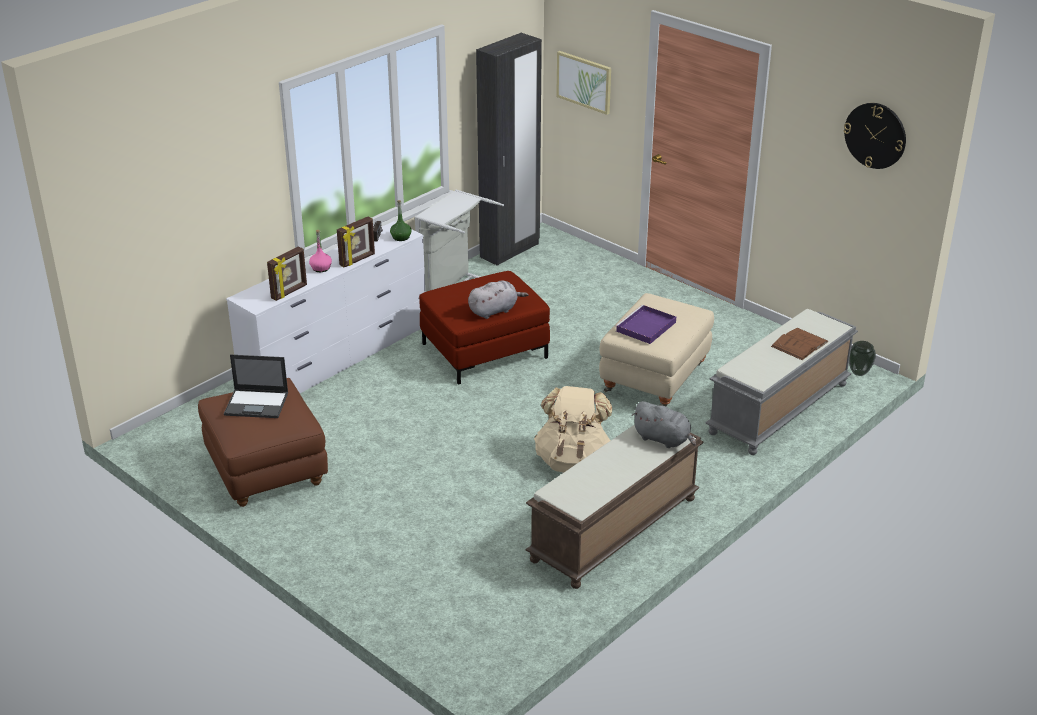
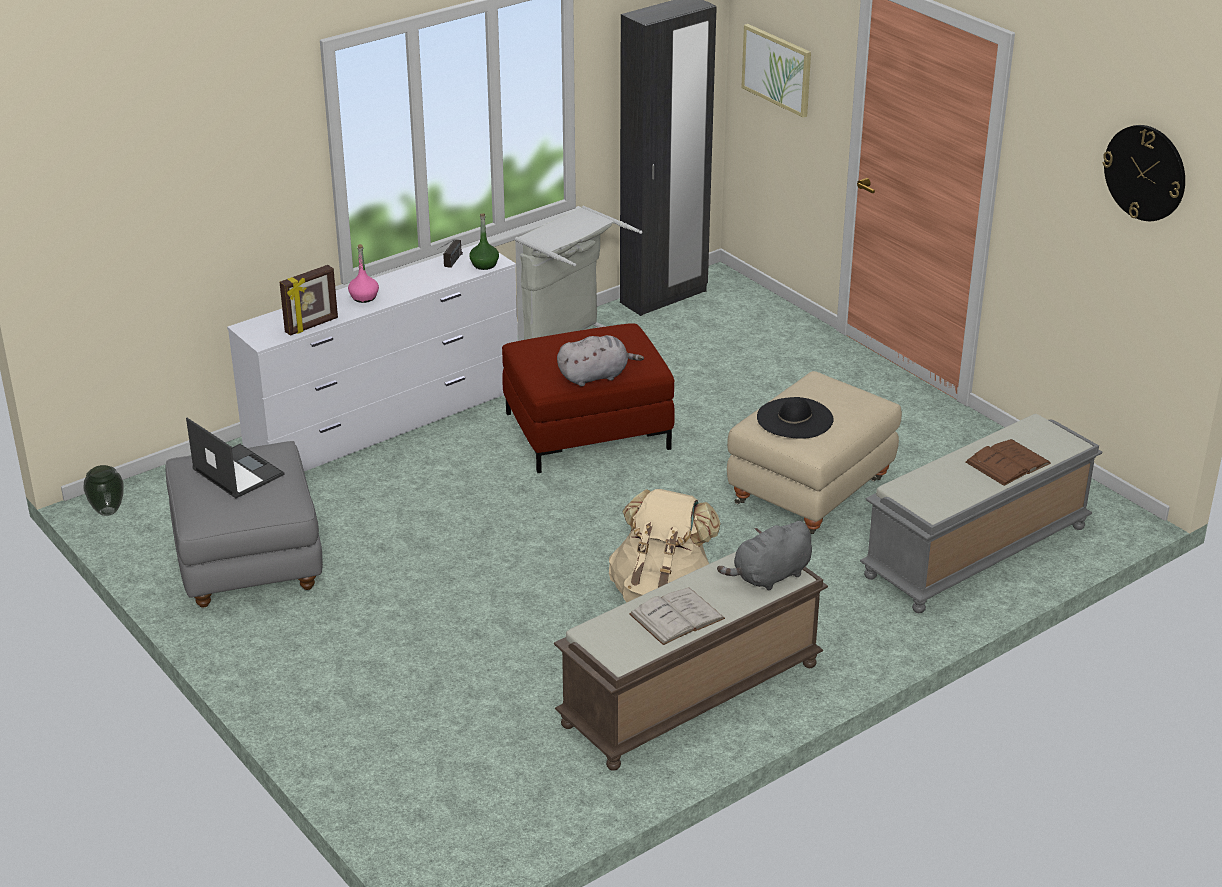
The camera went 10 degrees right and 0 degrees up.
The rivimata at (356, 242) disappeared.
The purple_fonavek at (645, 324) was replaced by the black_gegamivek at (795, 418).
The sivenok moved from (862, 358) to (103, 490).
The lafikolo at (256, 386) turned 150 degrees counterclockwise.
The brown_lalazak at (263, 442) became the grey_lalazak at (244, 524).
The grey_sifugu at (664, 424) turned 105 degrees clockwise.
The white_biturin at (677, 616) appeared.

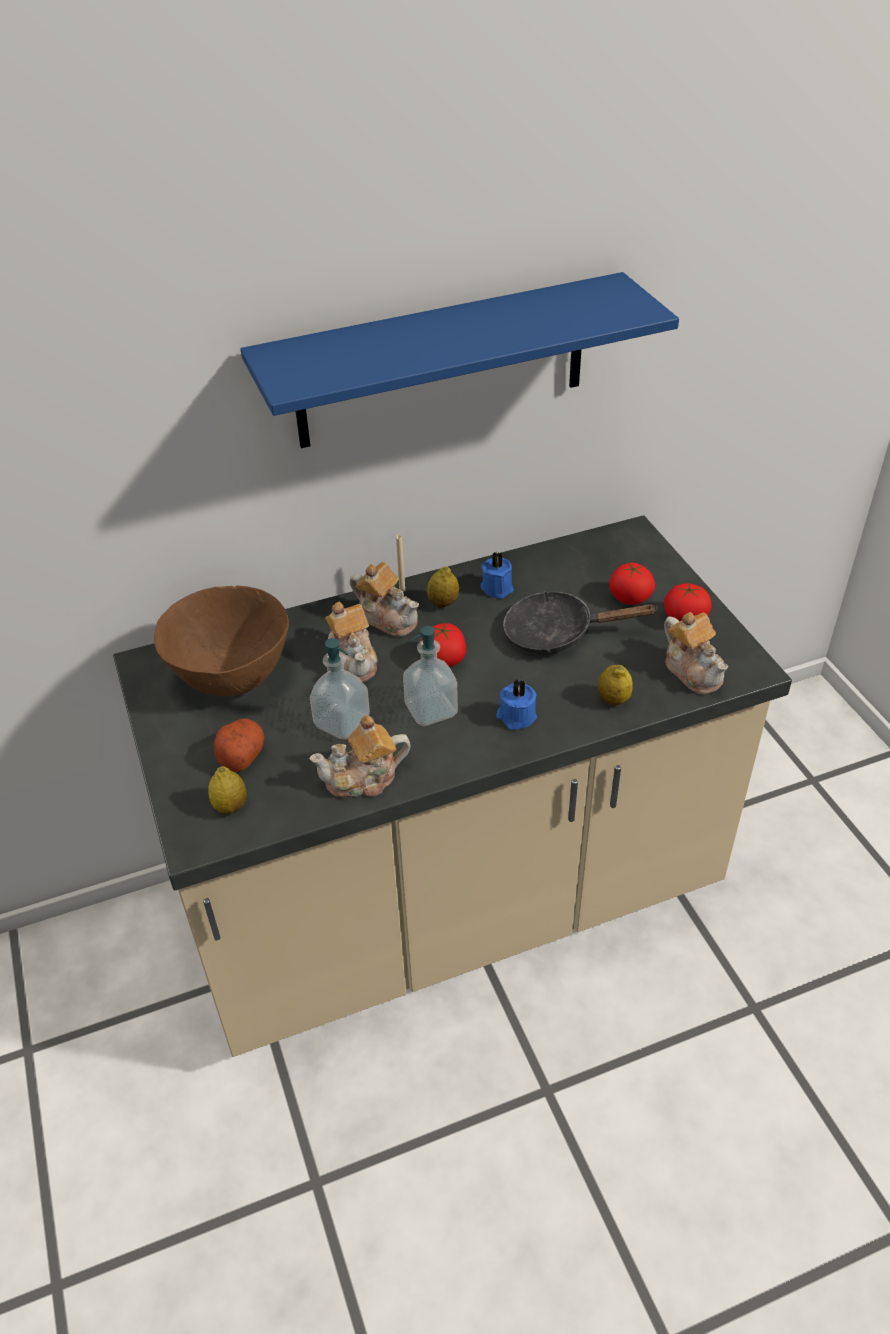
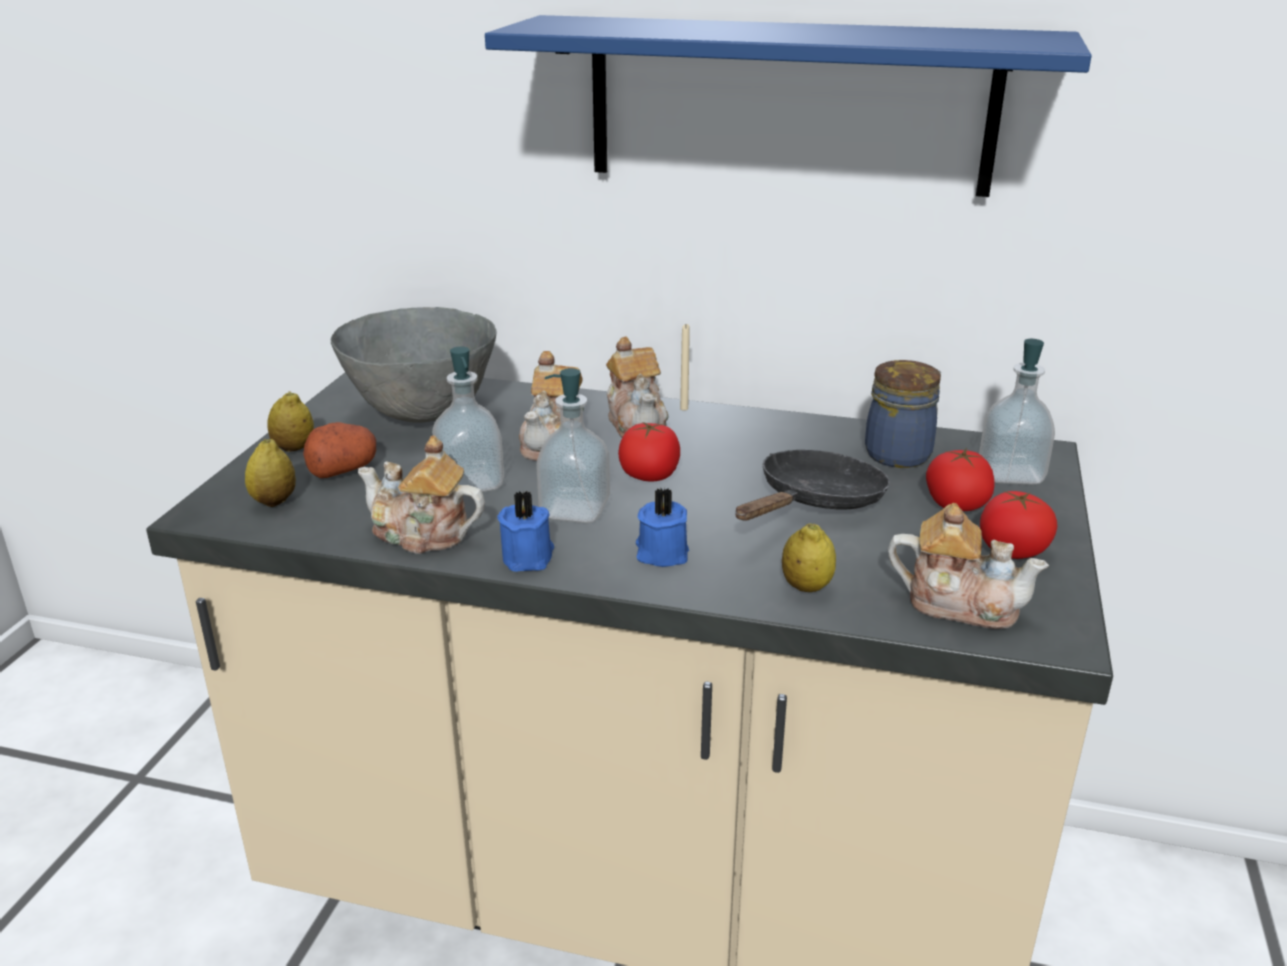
The camera went 35 degrees right and 15 degrees down.
The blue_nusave moved from (497, 575) to (525, 531).
The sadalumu moved from (443, 587) to (290, 421).
The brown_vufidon at (221, 641) became the grey_vufidon at (413, 365).
The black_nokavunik at (580, 622) turned 90 degrees clockwise.
The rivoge at (696, 653) turned 75 degrees counterclockwise.
The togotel at (1017, 412) appeared.
The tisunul at (903, 414) appeared.

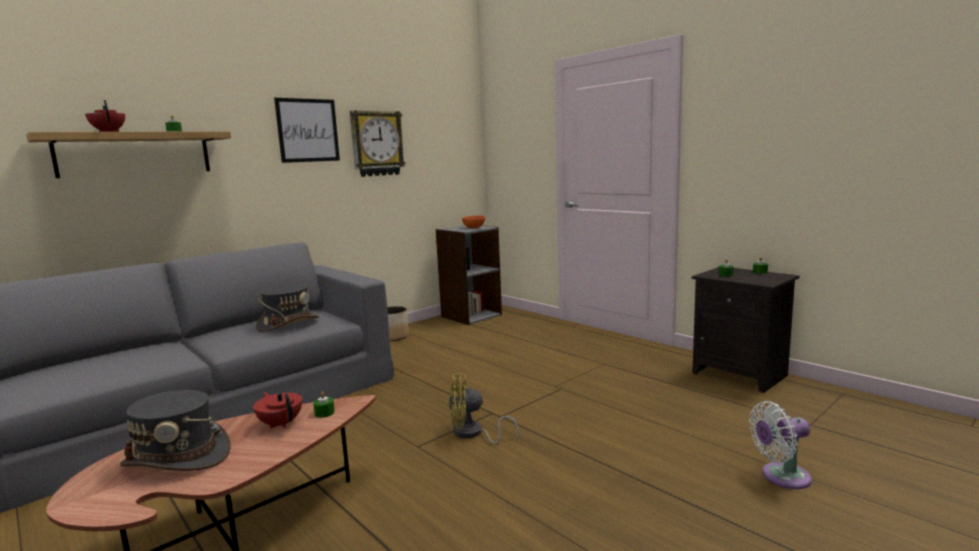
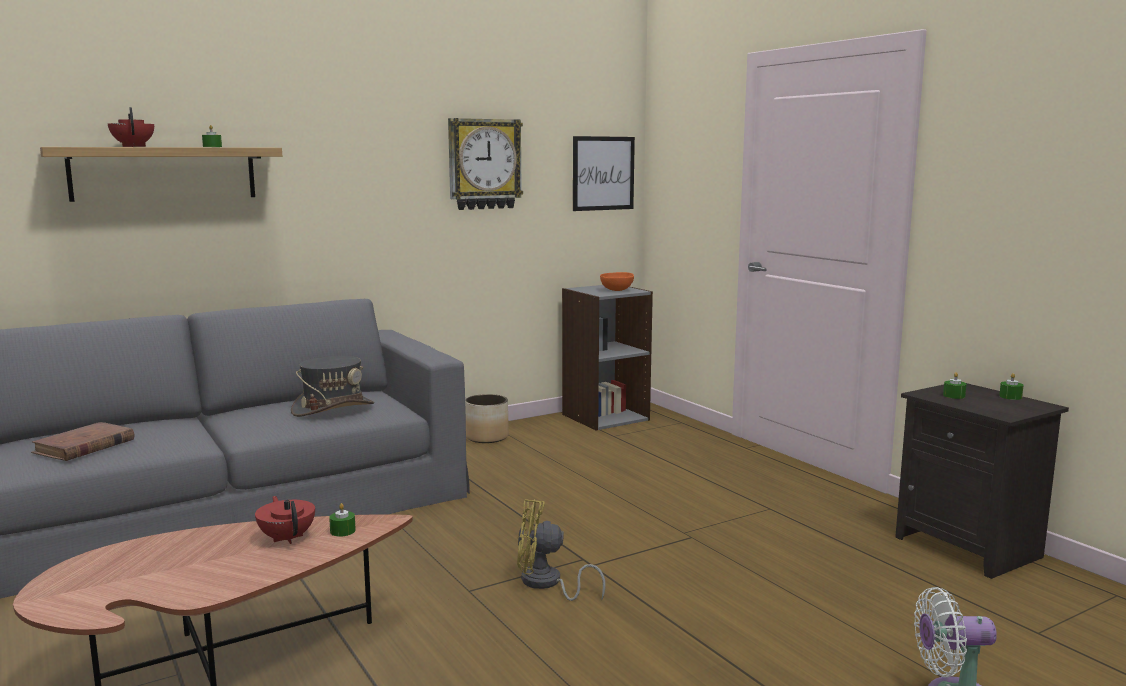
The camera went 10 degrees right and 0 degrees up.
The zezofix moved from (307, 130) to (604, 173).
The grey_gegamivek at (175, 430) disappeared.
The brown_biturin at (82, 441) appeared.

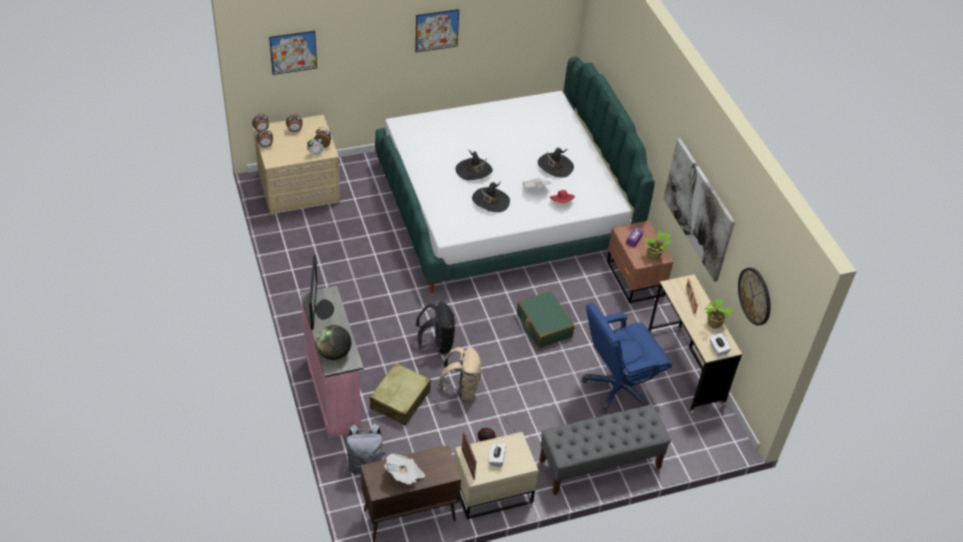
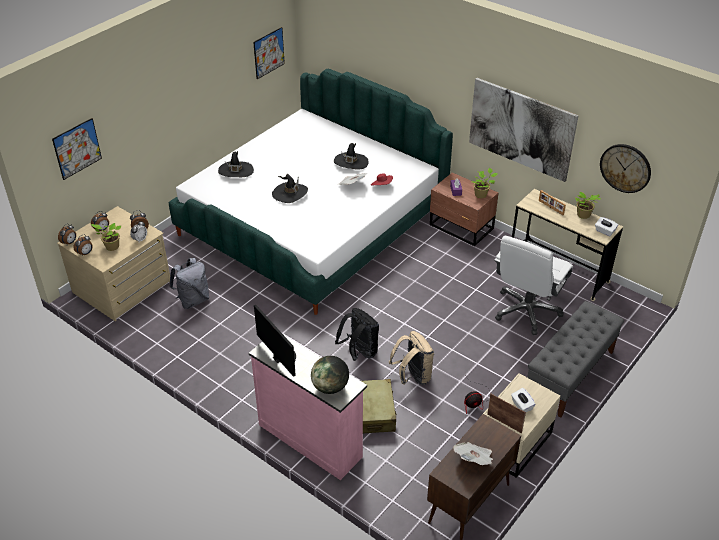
The camera went 30 degrees left and 5 degrees down.
The zezofix moved from (437, 30) to (269, 53).
The black_gegamivek moved from (491, 197) to (236, 164).
The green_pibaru at (545, 319) disappeared.
The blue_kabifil at (626, 358) became the white_kabifil at (533, 285).
The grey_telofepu moved from (365, 448) to (189, 283).
The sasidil at (106, 237) appeared.

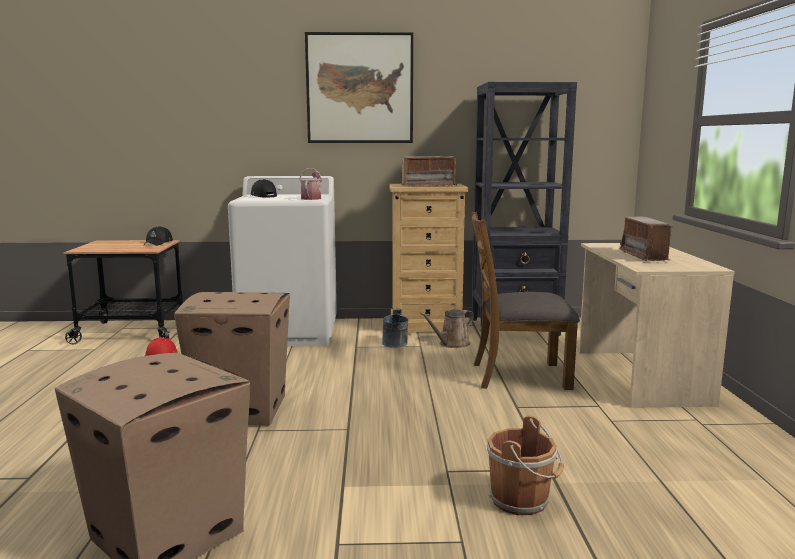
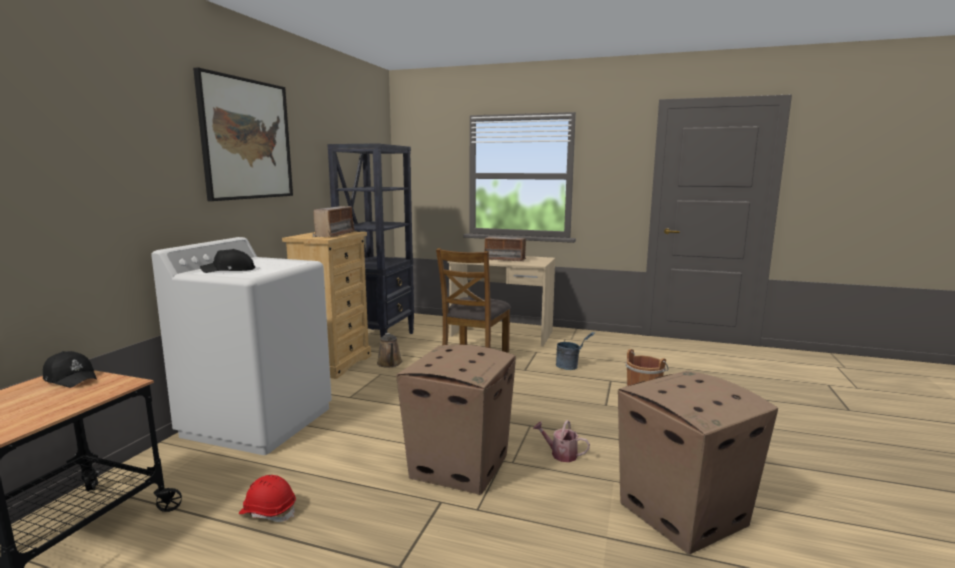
The camera went 70 degrees left and 0 degrees up.
The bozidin moved from (310, 184) to (561, 441).
The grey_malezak moved from (395, 328) to (575, 351).

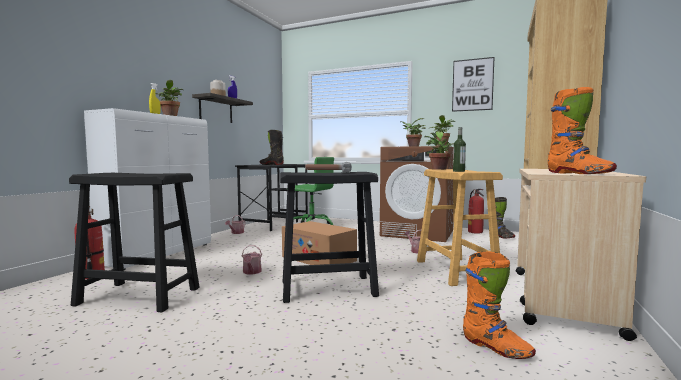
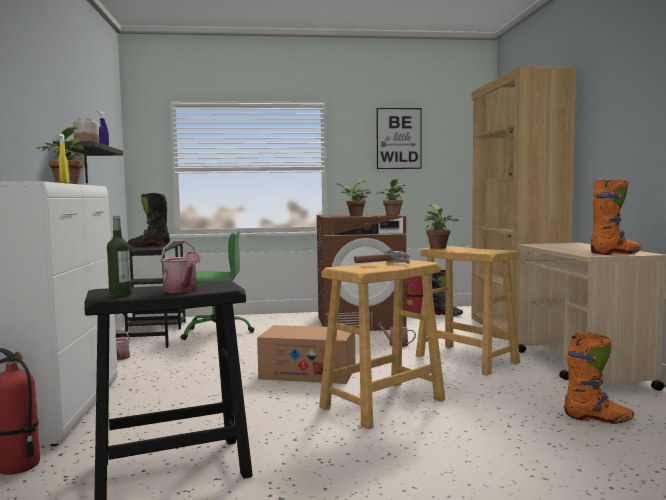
The camera went 30 degrees left and 0 degrees up.
The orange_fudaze at (582, 130) turned 45 degrees counterclockwise.
The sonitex moved from (459, 149) to (119, 256).
The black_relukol at (329, 237) became the beige_relukol at (382, 344).
The bozidin moved from (252, 259) to (180, 266).

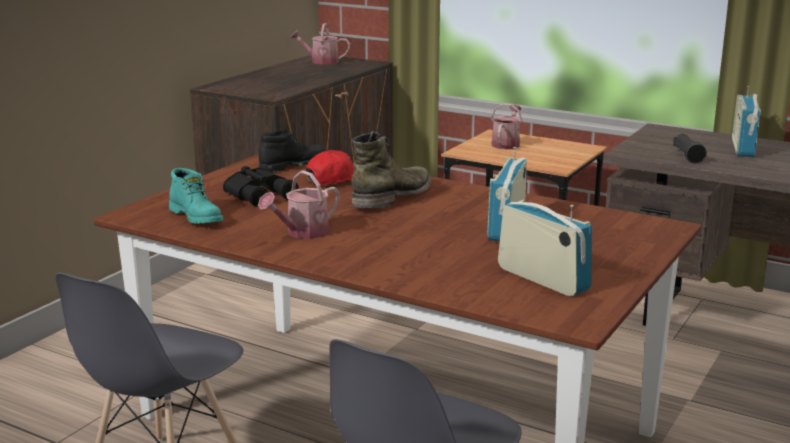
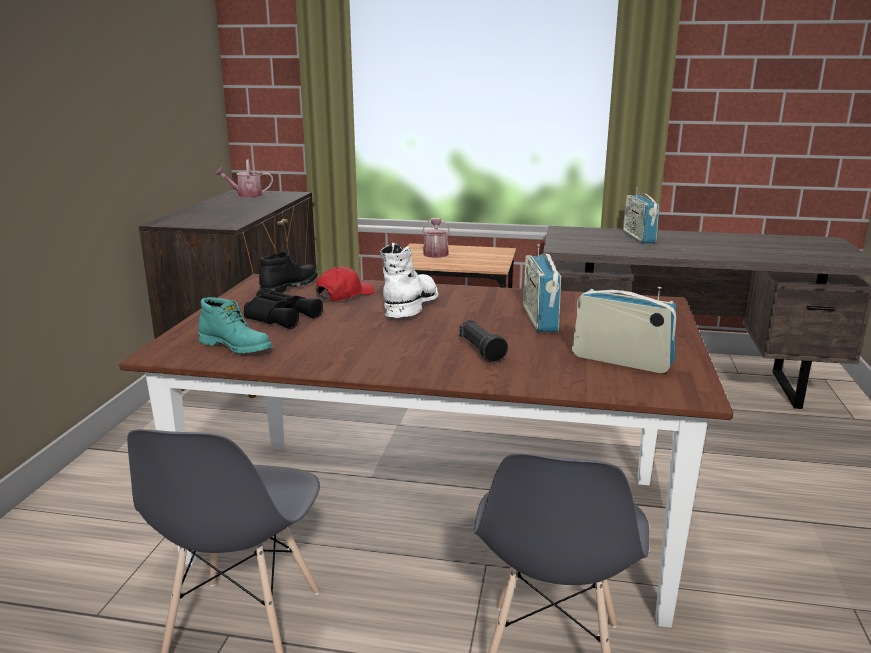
The camera went 20 degrees left and 0 degrees up.
The green_fudaze at (391, 169) became the white_fudaze at (409, 280).
The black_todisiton moved from (690, 149) to (484, 341).
The bozidin at (299, 204) disappeared.

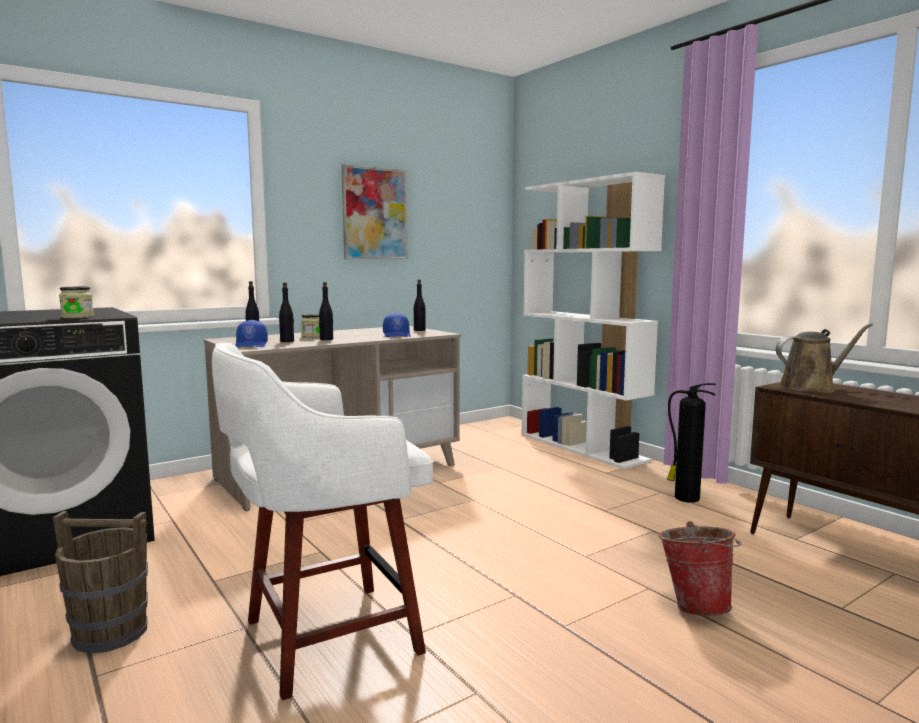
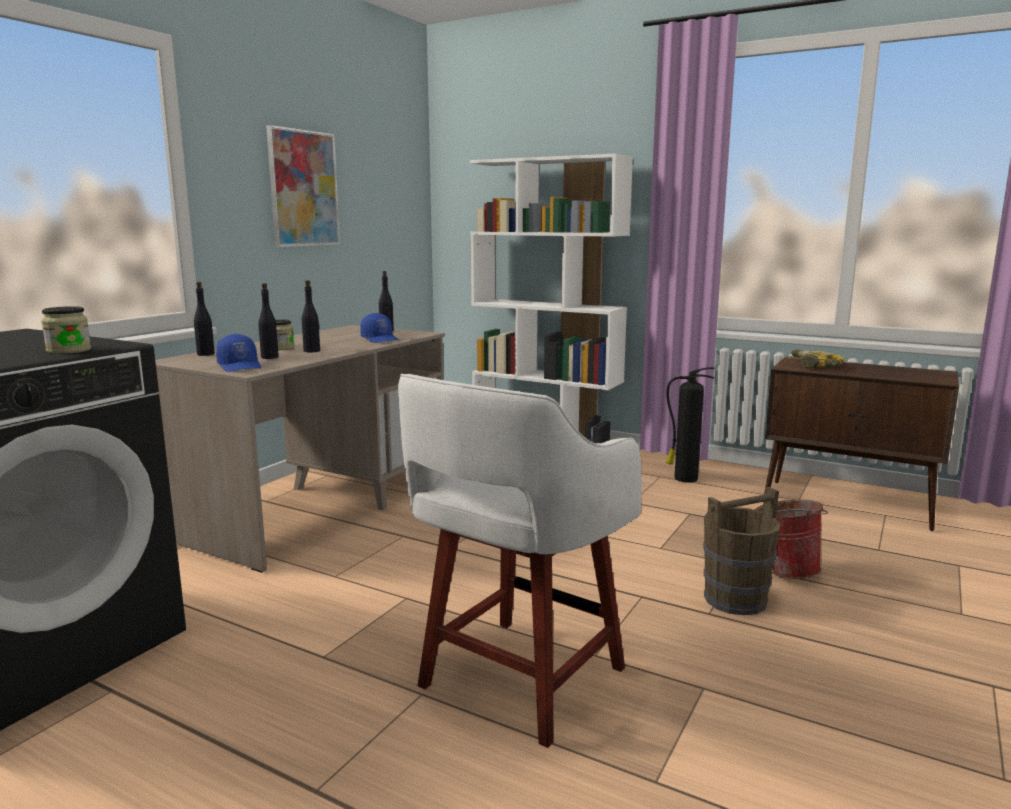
The camera went 25 degrees left and 5 degrees up.
The brown_bozidin at (824, 358) was replaced by the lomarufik at (815, 358).
The brown_malezak moved from (100, 582) to (742, 551).

